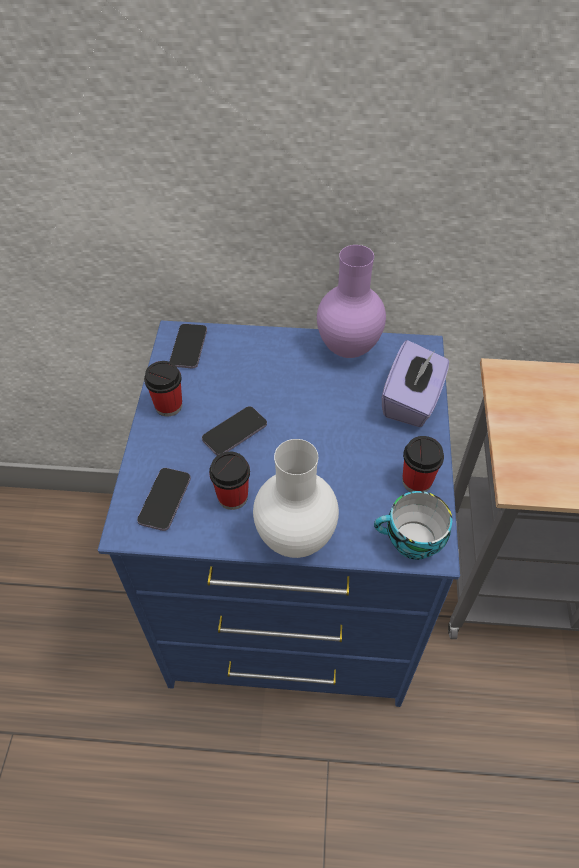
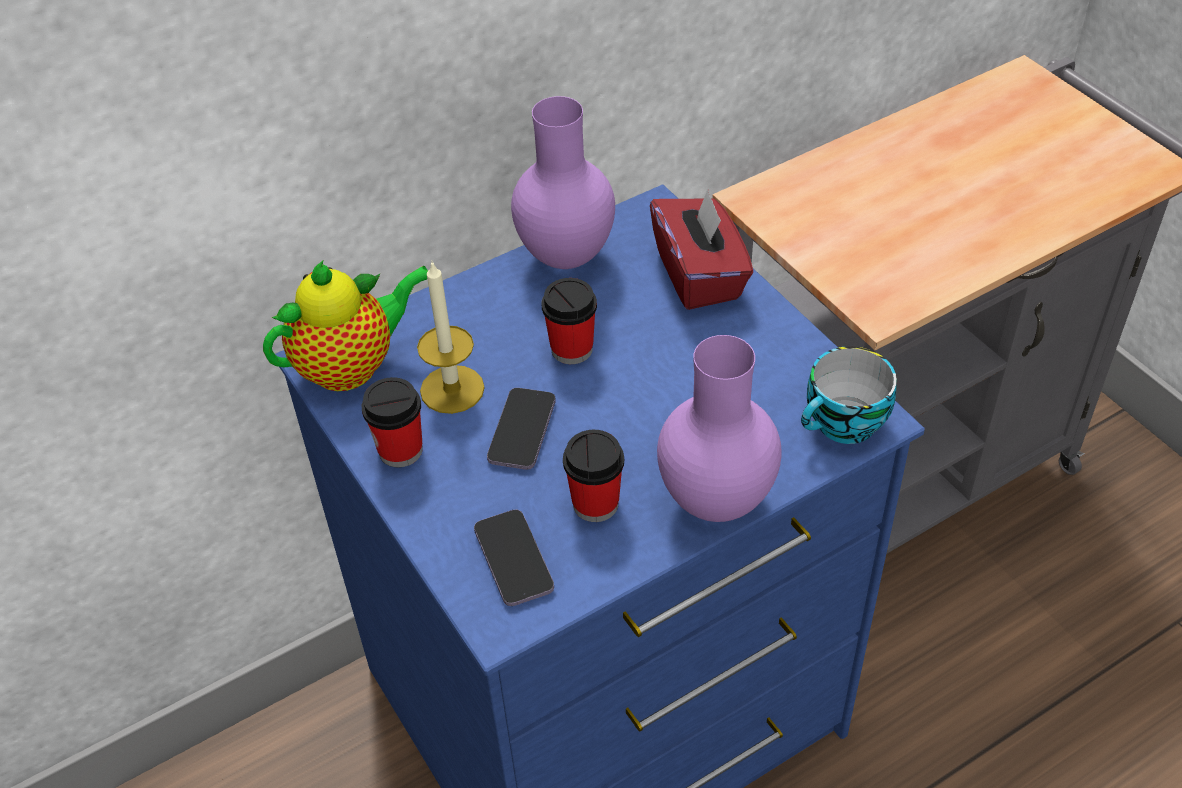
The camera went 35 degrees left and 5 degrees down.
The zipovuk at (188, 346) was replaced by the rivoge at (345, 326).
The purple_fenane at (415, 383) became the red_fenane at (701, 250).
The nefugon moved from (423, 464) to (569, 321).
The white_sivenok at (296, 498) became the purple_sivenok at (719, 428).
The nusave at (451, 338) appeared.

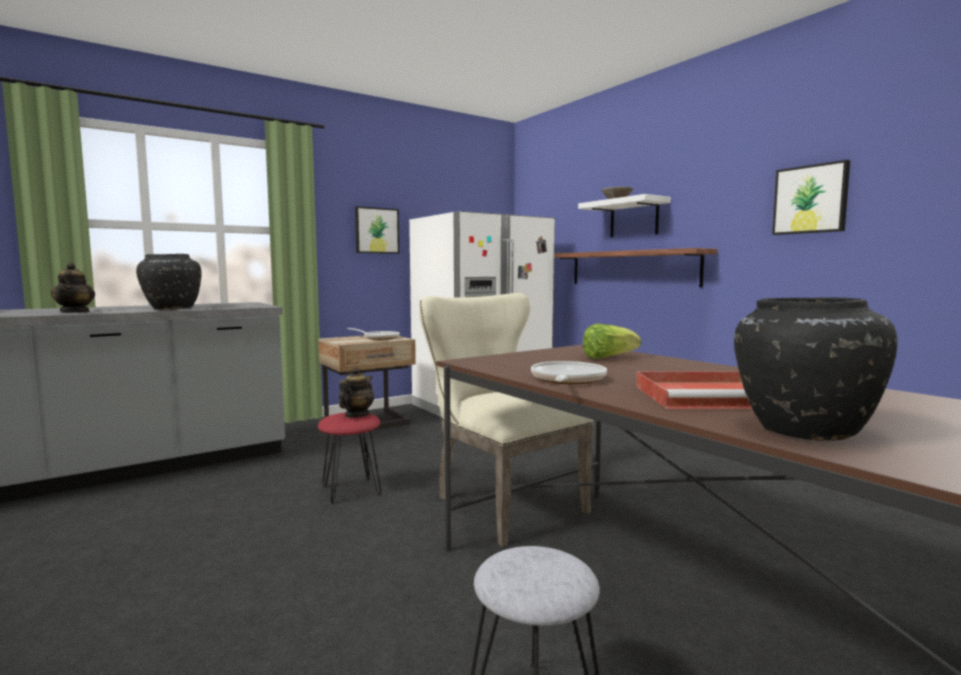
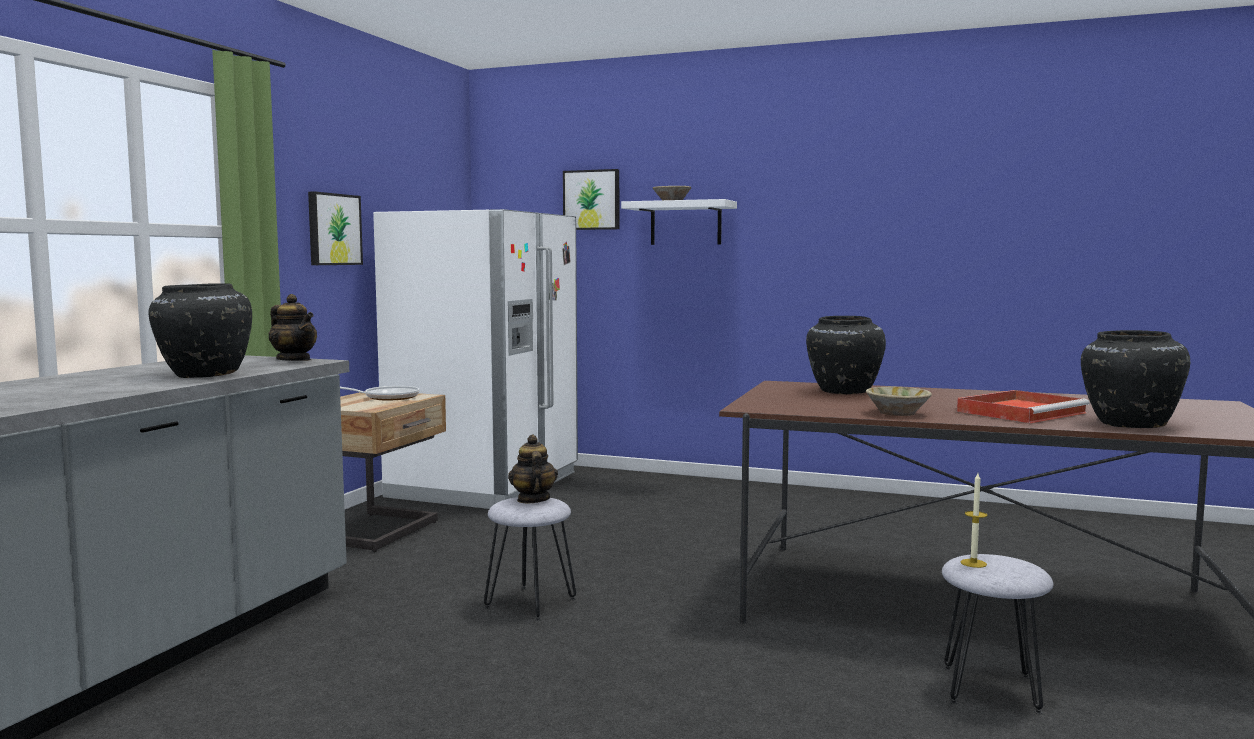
The camera went 35 degrees left and 0 degrees up.
The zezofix moved from (811, 197) to (591, 199).
The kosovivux at (635, 267) disappeared.
The rivoge moved from (73, 288) to (293, 327).
The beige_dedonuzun at (506, 420) disappeared.
The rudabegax at (612, 341) was replaced by the black_sivenok at (846, 355).
The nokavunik at (569, 372) was replaced by the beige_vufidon at (899, 401).
The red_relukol at (350, 458) became the grey_relukol at (530, 559).
The nusave at (973, 520) appeared.

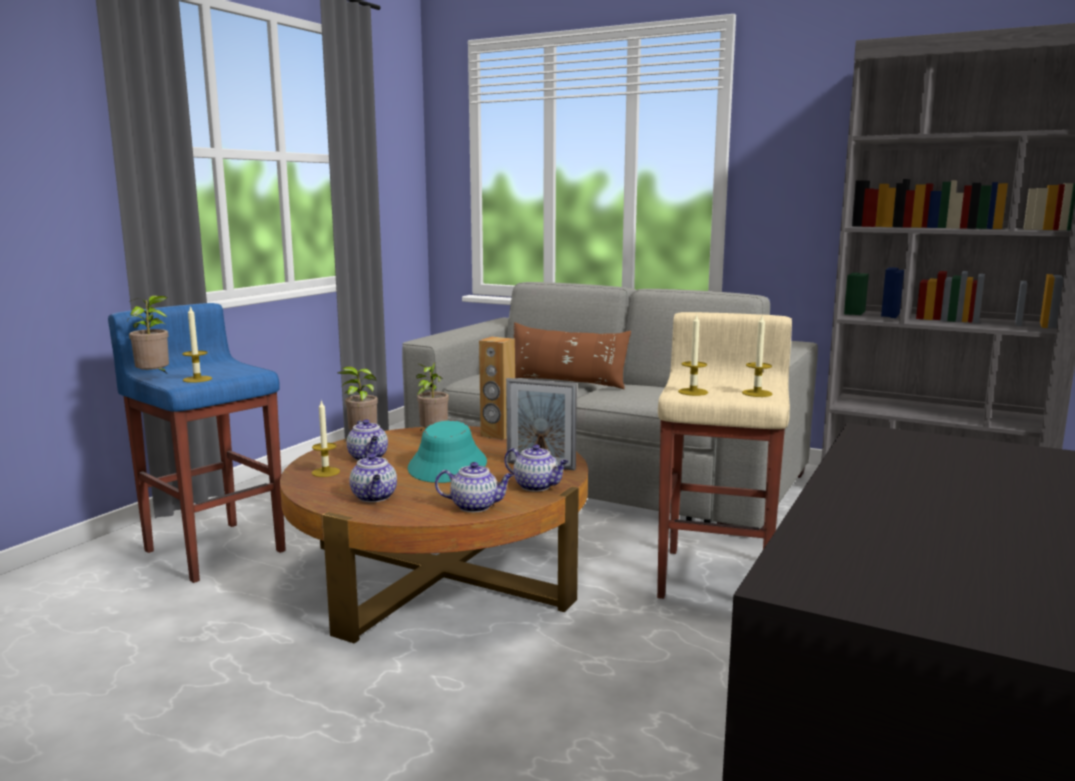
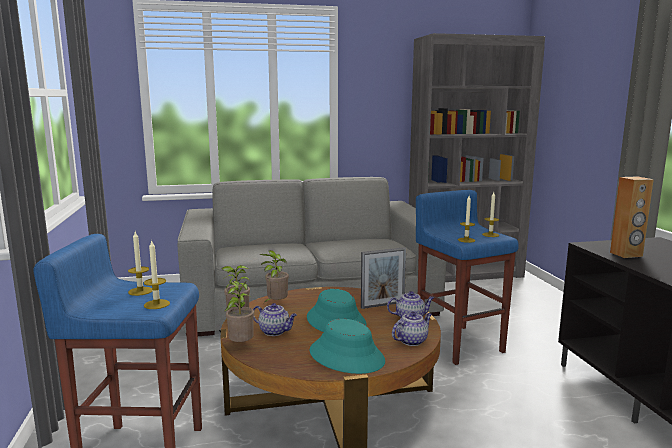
The camera went 40 degrees left and 0 degrees up.
The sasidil moved from (148, 334) to (239, 311).
The beige_relukol at (724, 455) became the blue_relukol at (467, 277).
The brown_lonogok at (572, 355) disappeared.
The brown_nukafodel moved from (497, 388) to (632, 217).
The nusave moved from (325, 438) to (140, 264).
The rivoge at (373, 477) was replaced by the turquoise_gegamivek at (347, 346).

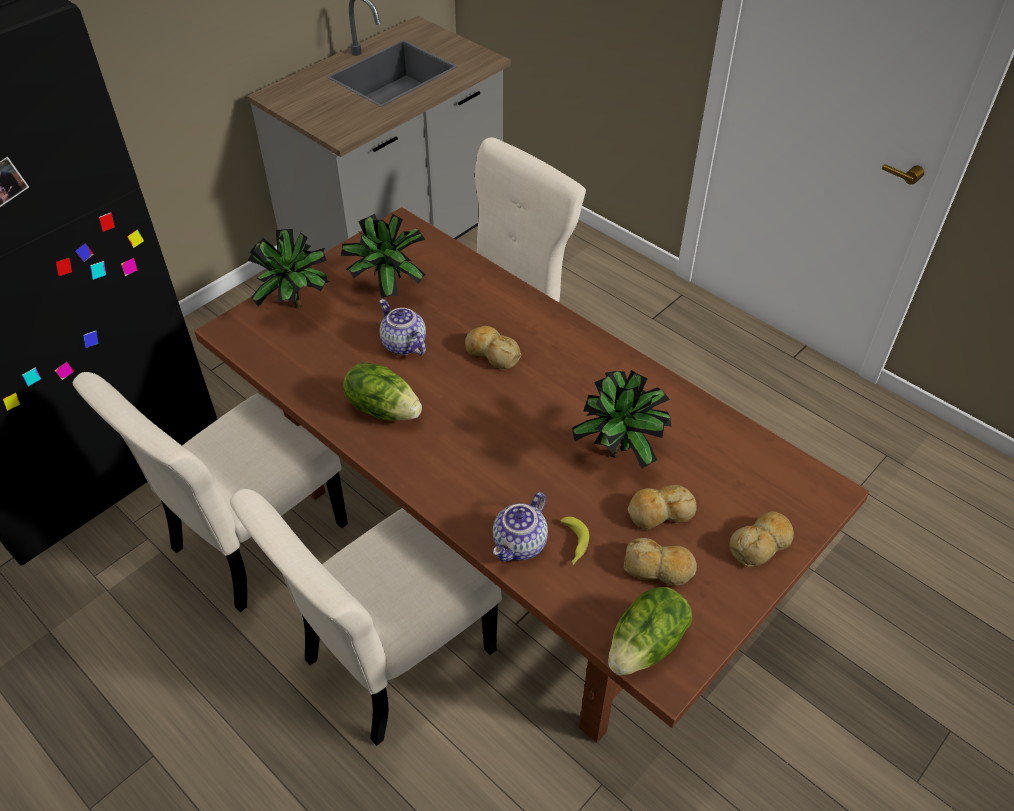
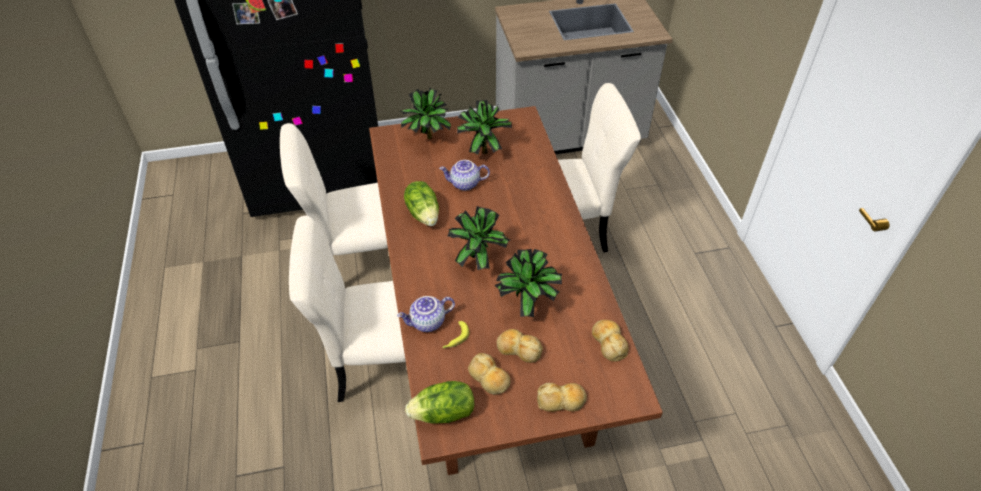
The camera went 35 degrees right and 0 degrees up.
The rivoge at (402, 327) turned 90 degrees counterclockwise.
The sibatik moved from (493, 347) to (610, 341).
The sasidil at (478, 238) appeared.

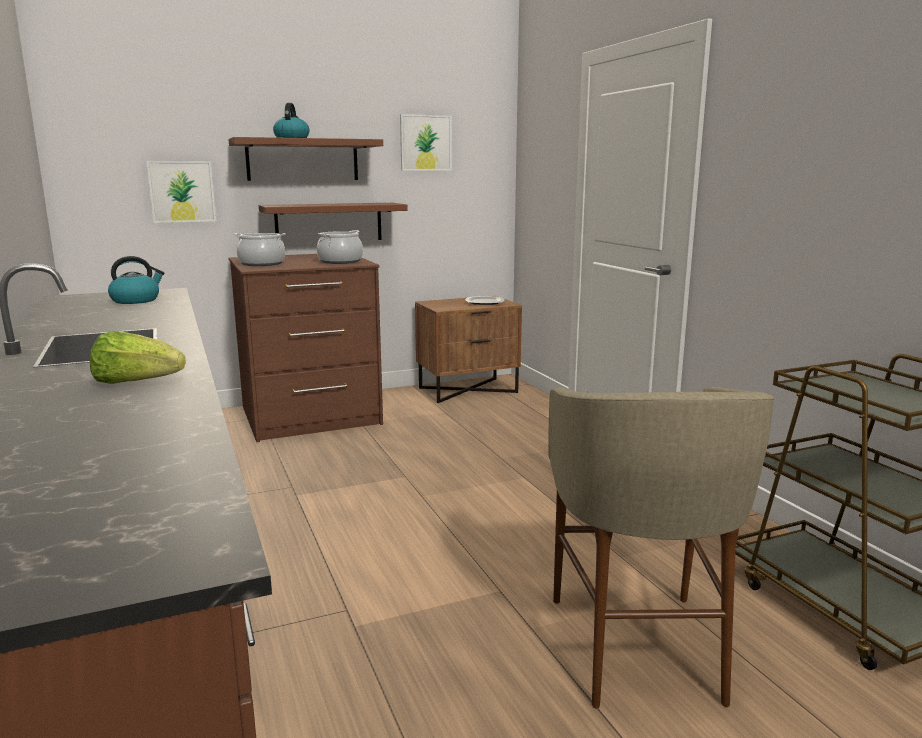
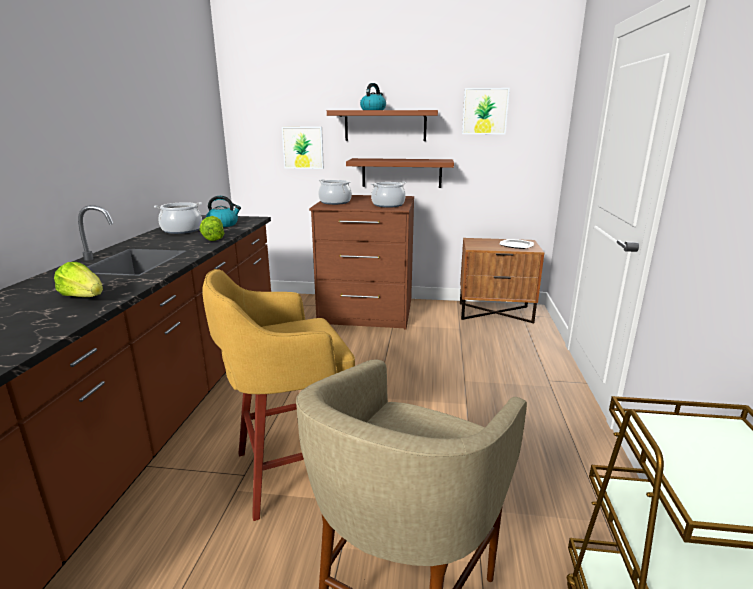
The camera went 30 degrees right and 5 degrees up.
The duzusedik at (178, 218) appeared.
The rudabegax at (212, 228) appeared.
The yellow_relukol at (278, 395) appeared.

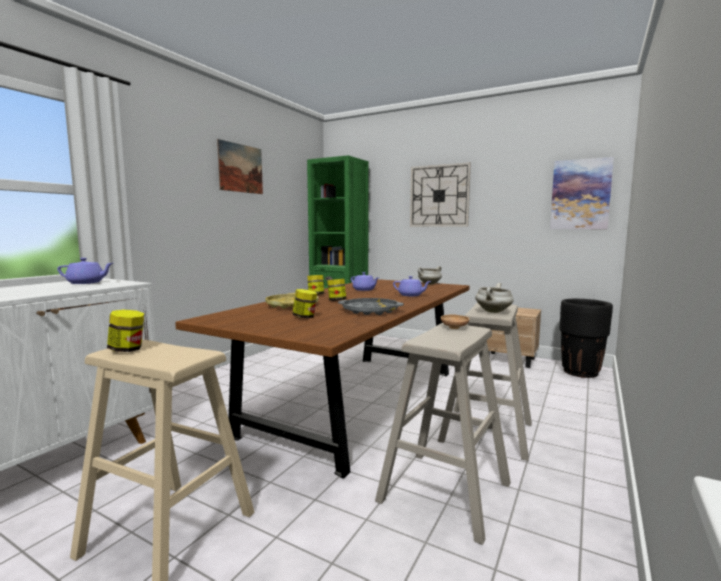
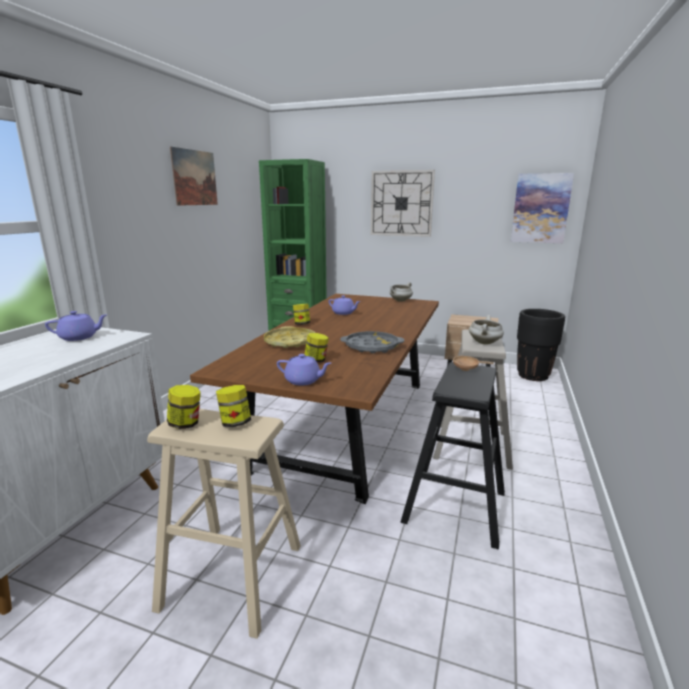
The camera went 10 degrees left and 10 degrees up.
The purple_rivoge moved from (412, 286) to (304, 370).
The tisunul moved from (336, 290) to (233, 406).
The beige_relukol at (443, 434) became the black_relukol at (453, 455).

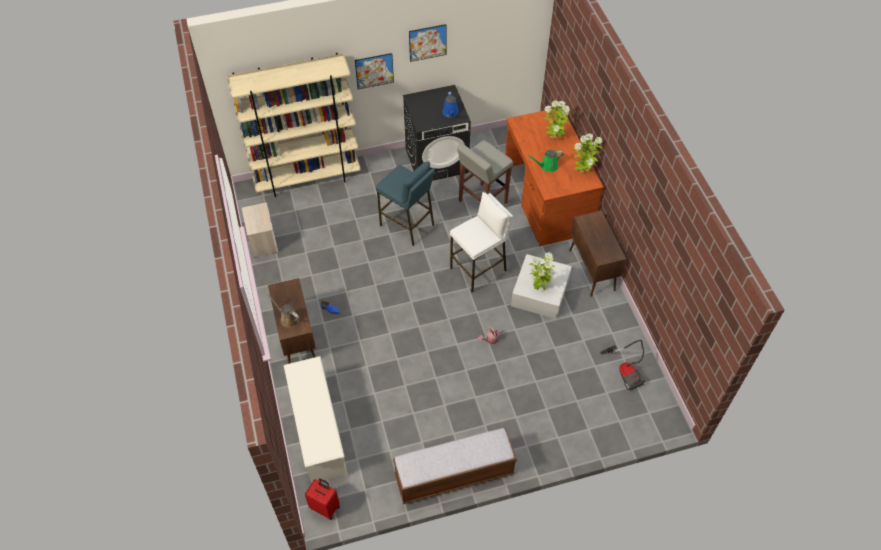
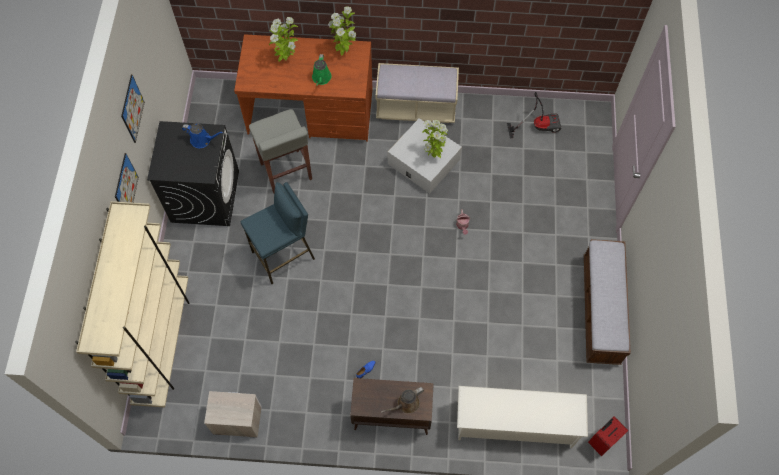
The camera went 70 degrees left and 10 degrees up.
The white_relukol at (481, 242) disappeared.
The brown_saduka at (597, 254) was replaced by the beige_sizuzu at (417, 93).

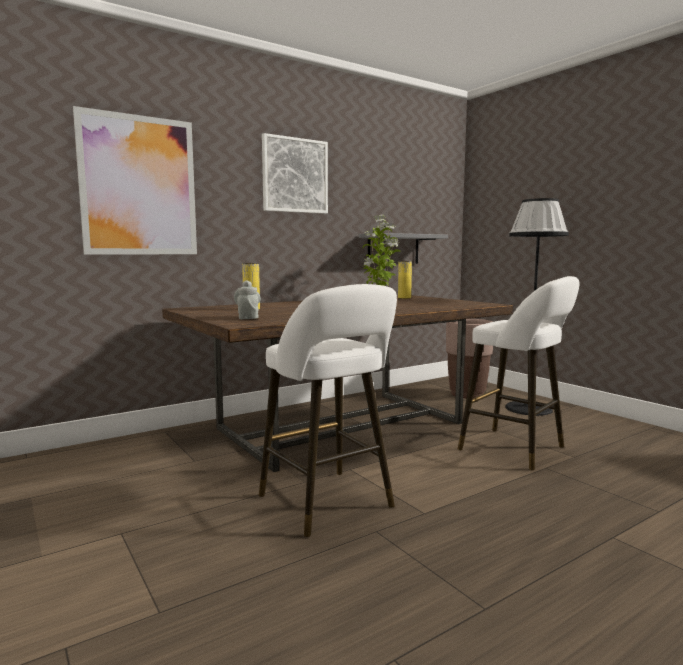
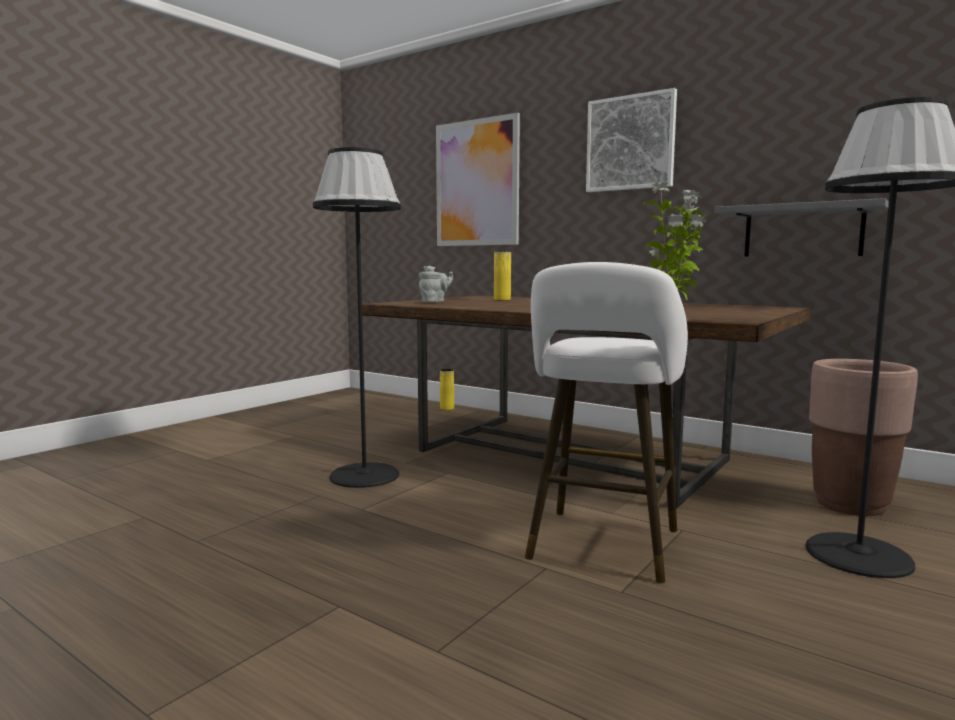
The camera went 70 degrees right and 0 degrees up.
The yellow_sivenok moved from (405, 280) to (447, 389).
The white_relukol at (328, 410) was replaced by the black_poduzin at (357, 317).

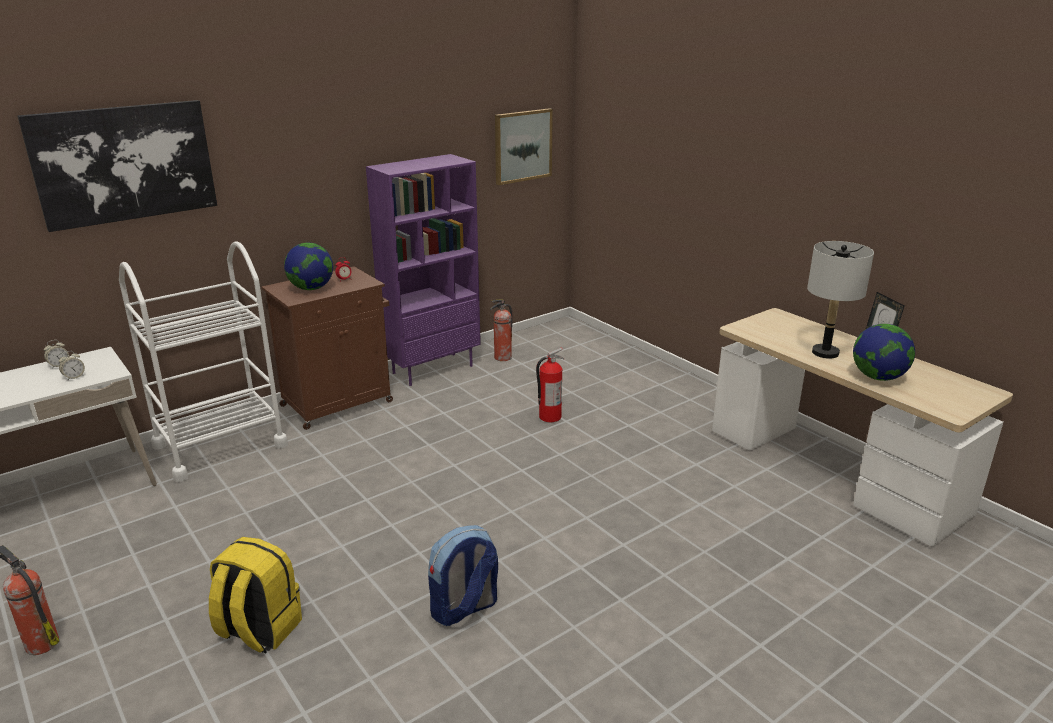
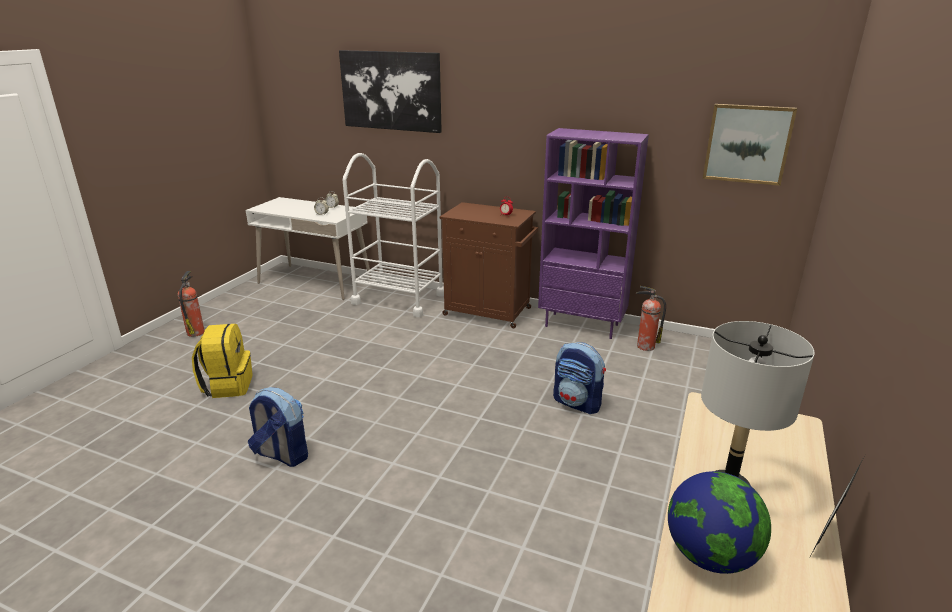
The camera went 60 degrees right and 0 degrees up.
The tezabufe at (308, 266) disappeared.
The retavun at (550, 385) was replaced by the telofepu at (579, 378).

